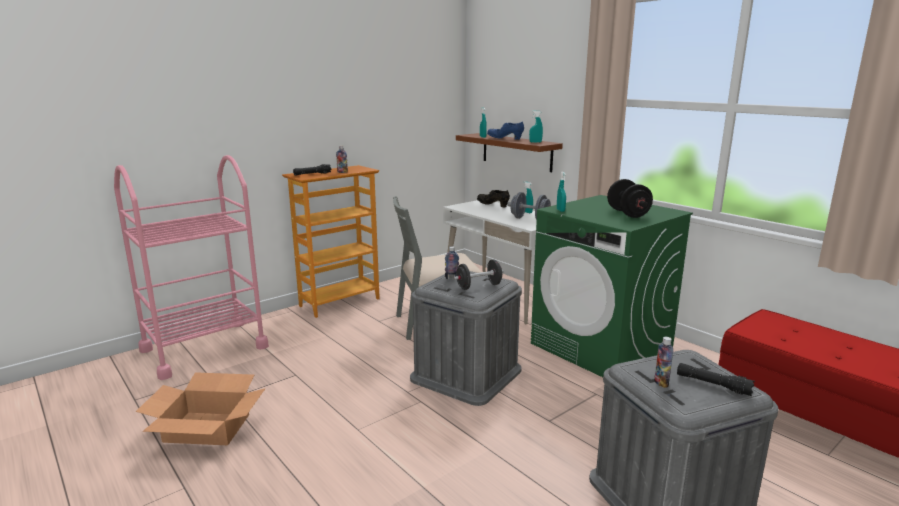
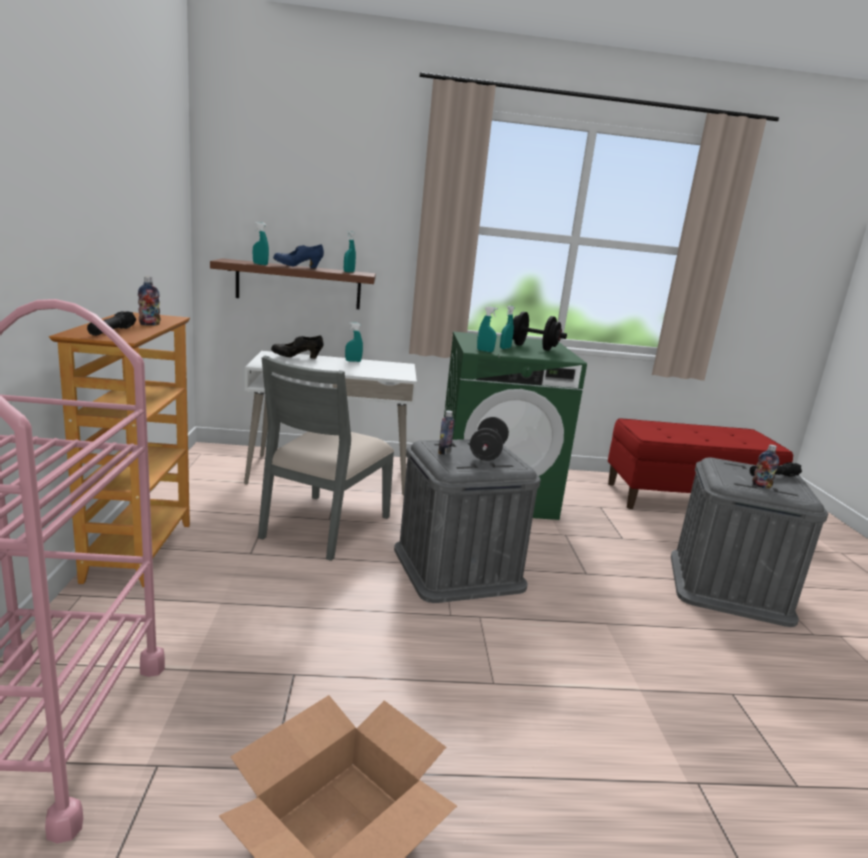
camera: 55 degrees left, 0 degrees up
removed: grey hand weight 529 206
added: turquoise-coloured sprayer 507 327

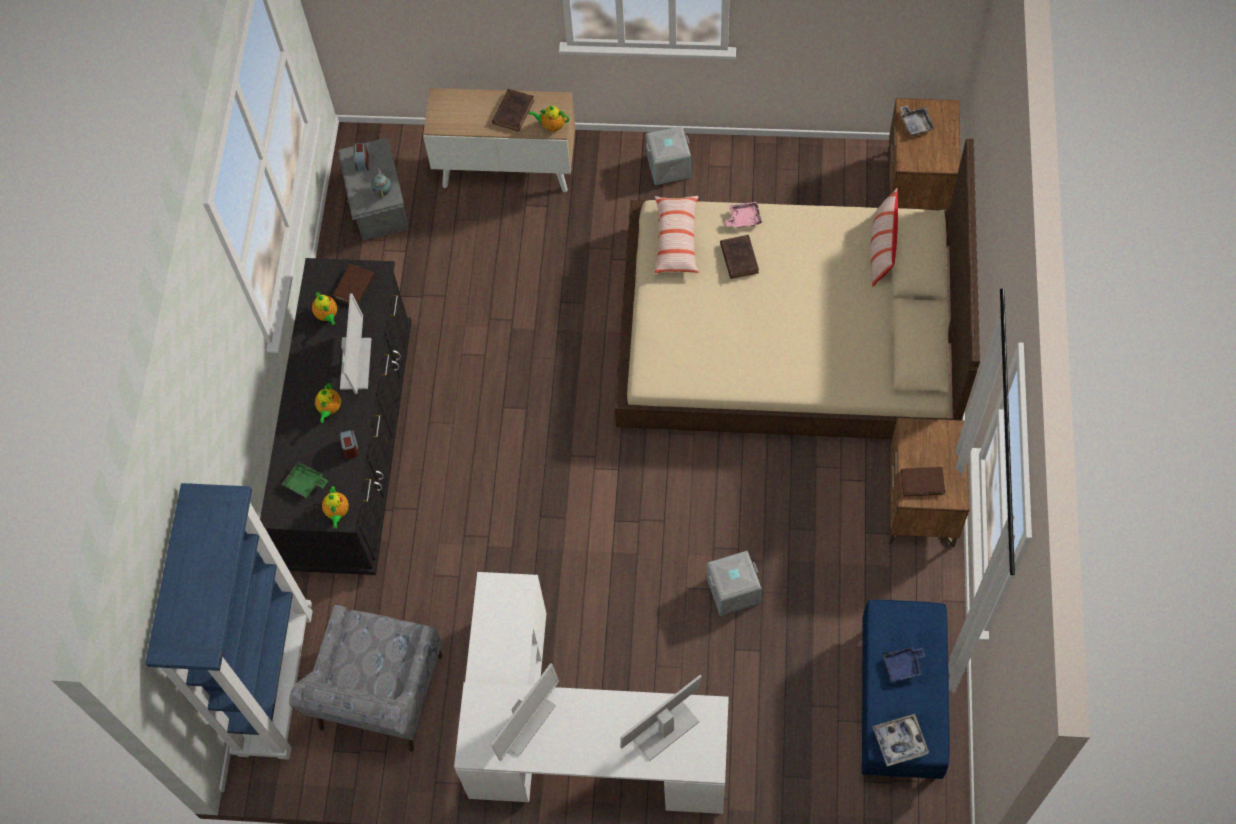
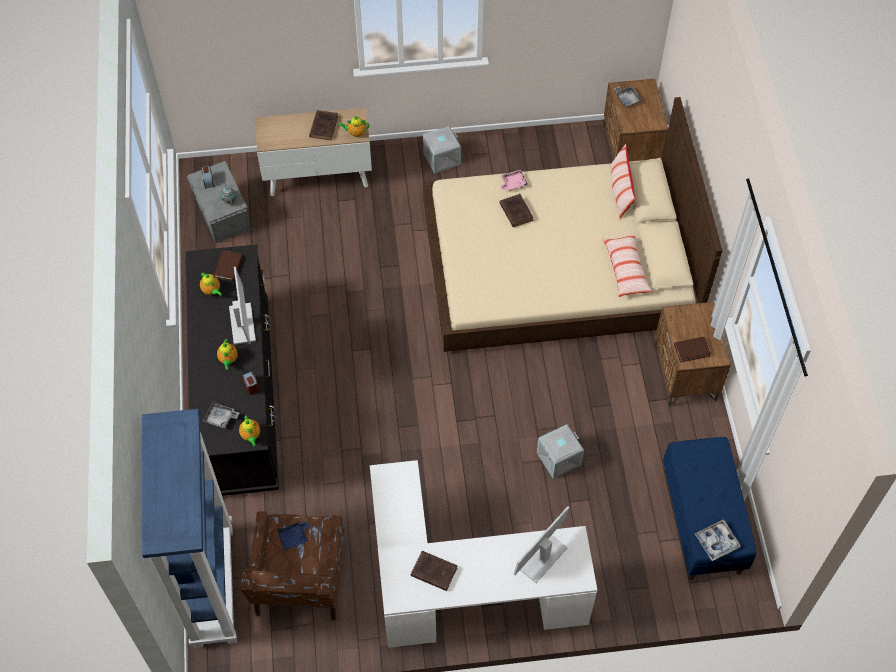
camera: 15 degrees left, 5 degrees down
moved: blue carrying tray 904 664 to 293 536; cushion 676 234 to 627 265
replaced: monitor 525 712 to brown-coloured bound book 434 571
recoloured: green-coloured carrying tray 304 479 to grey carrying tray 221 414; grey lounge chair 365 678 to brown-coloured lounge chair 292 565

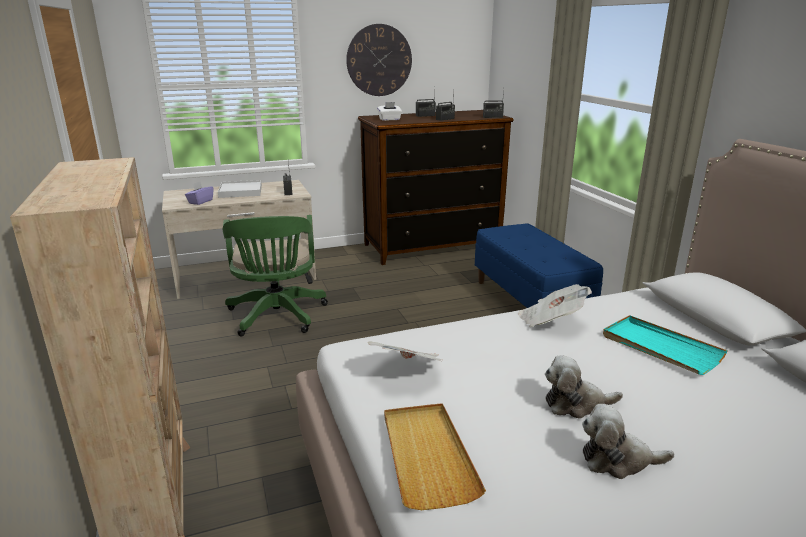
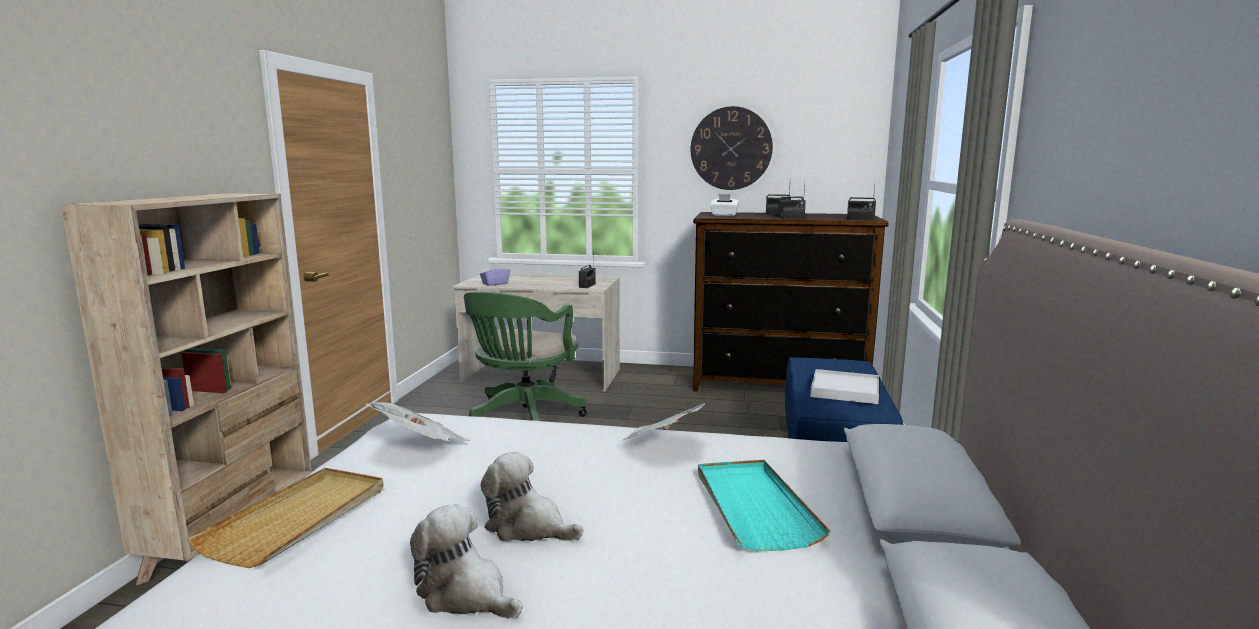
camera: 30 degrees right, 10 degrees down
moved: white-coloured carrying tray 240 189 to 844 386

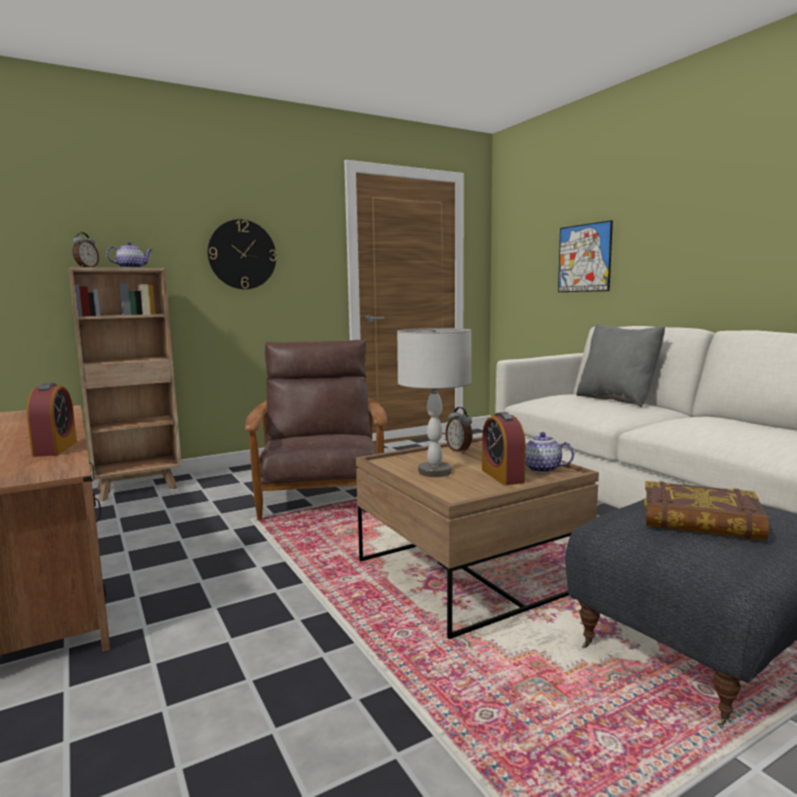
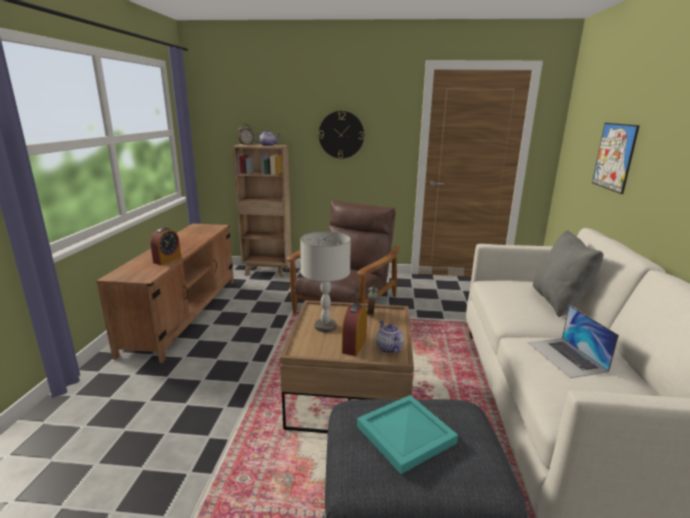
camera: 35 degrees right, 10 degrees up
added: portable computer 573 341
replaced: bound book 706 511 to turquoise-coloured carrying tray 407 434

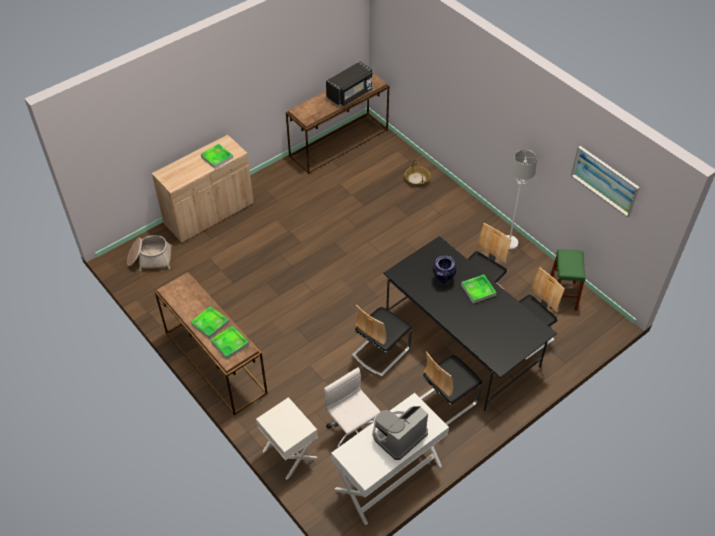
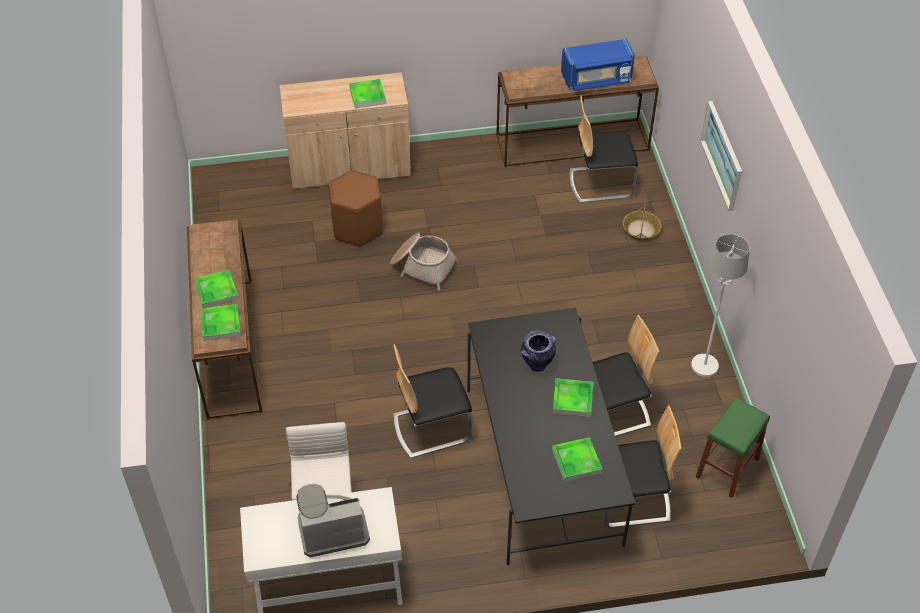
camera: 30 degrees right, 0 degrees up
removed: white-coloured nightstand 287 438
added: brown-coloured sitting stool 355 208; carrying tray 577 459
moved: basket 149 253 to 424 261; chair 451 388 to 603 149; picture 605 181 to 721 156
recoloured: blackish microwave oven 349 83 to blue microwave oven 598 65

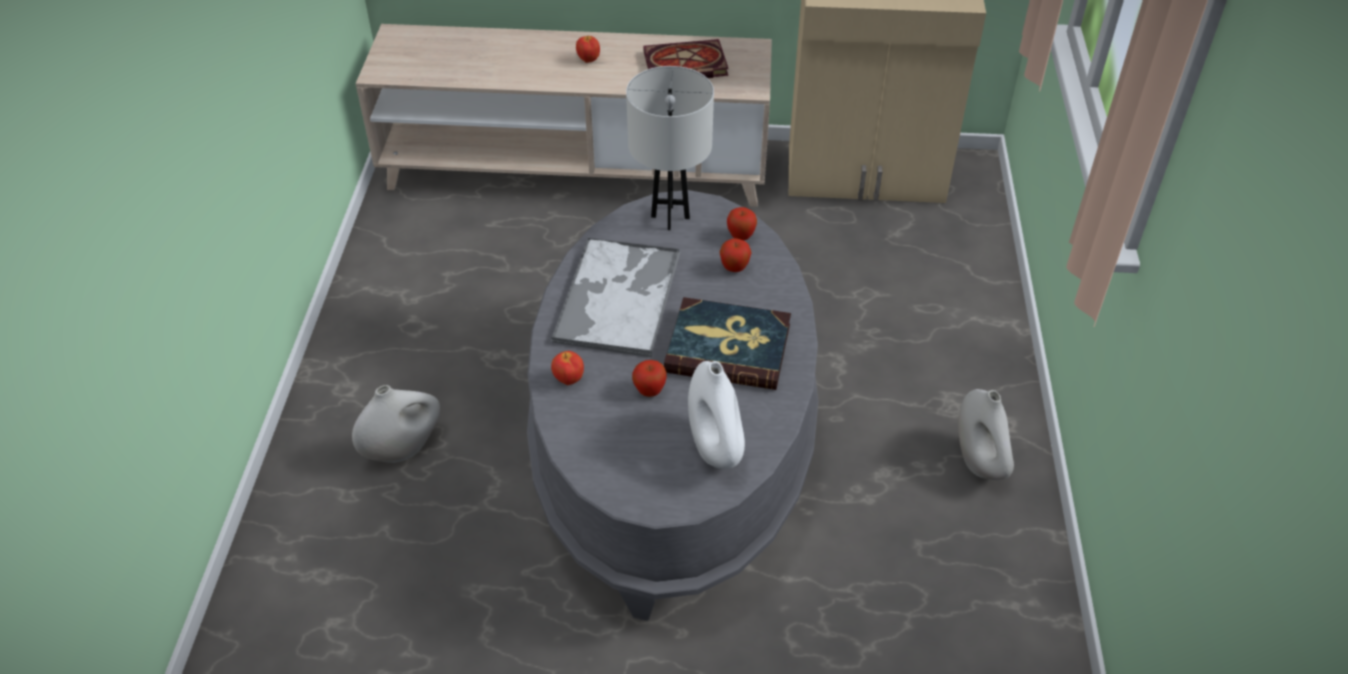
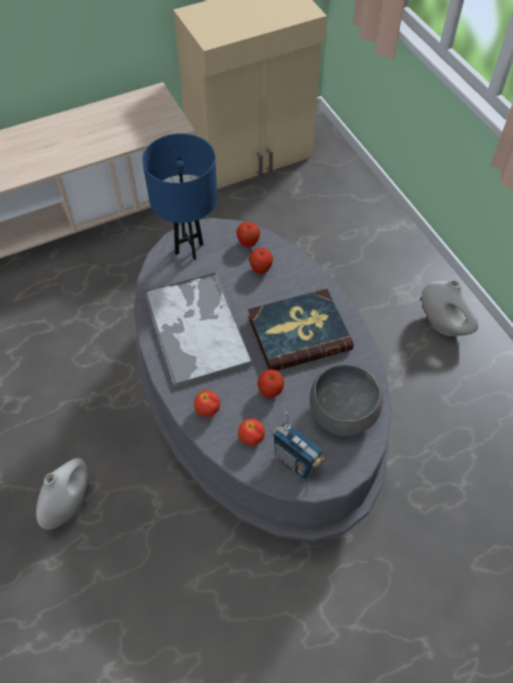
camera: 30 degrees left, 10 degrees up
removed: bound book 685 58
added: radio receiver 298 445
moved: whole apple 588 49 to 251 432
replaced: white-coloured vase 716 415 to grey deep dish 346 400
recoloured: white-coloured tabletop lamp 670 148 to blue tabletop lamp 179 196

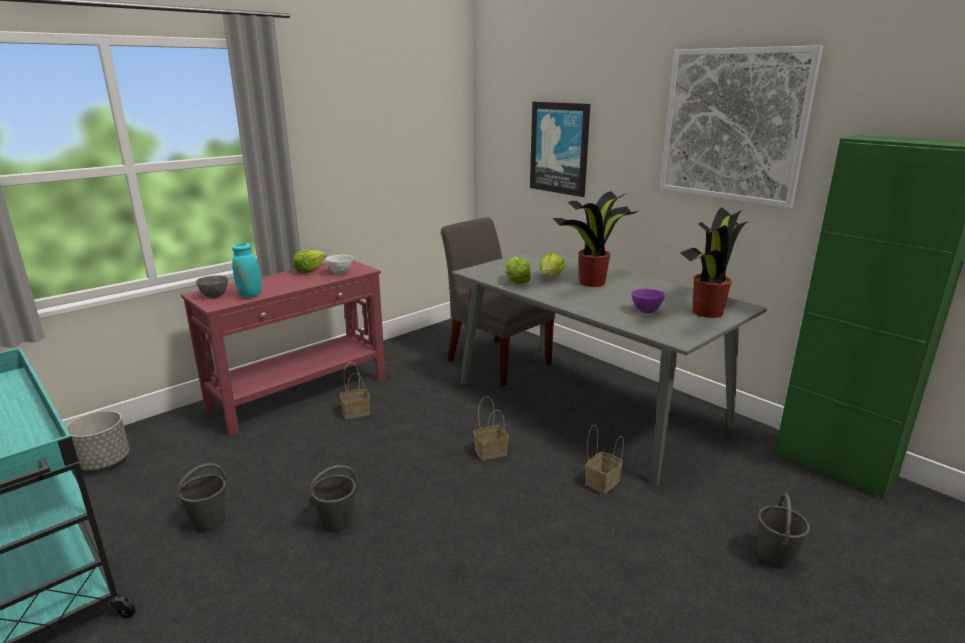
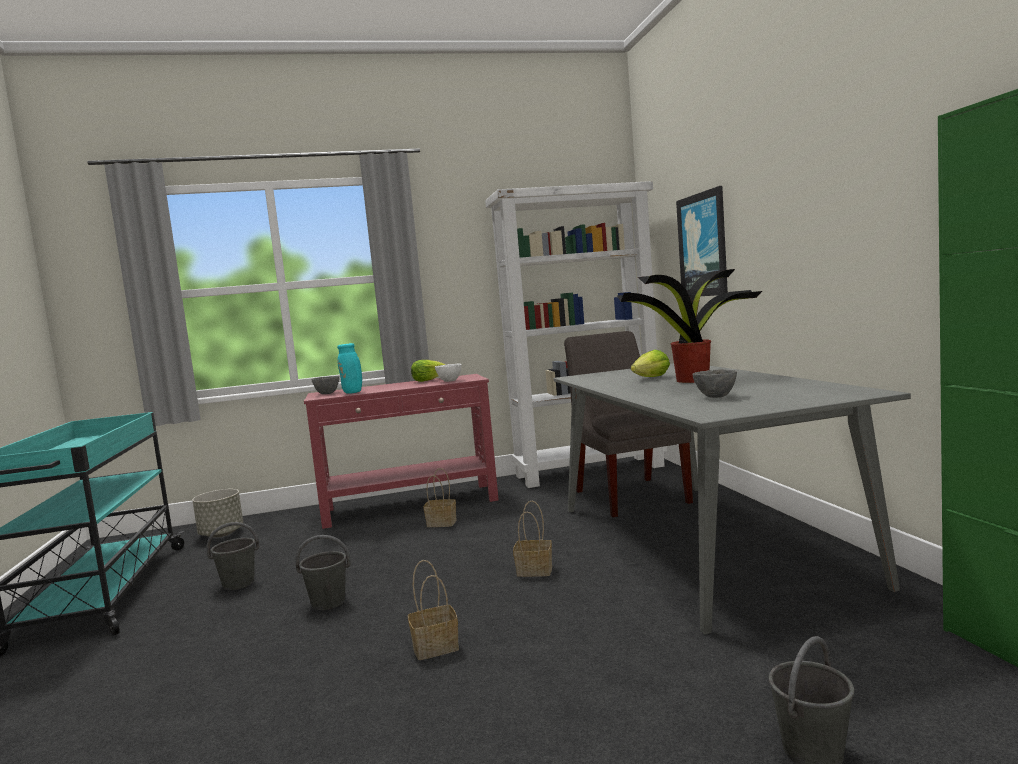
camera: 30 degrees right, 15 degrees down
removed: head of lettuce 518 270; picture 741 126; plant in a pot 714 262
added: white-coloured bookshelf 576 334
moved: basket 604 459 to 433 610
recoloured: purple deep dish 648 300 to grey deep dish 714 383

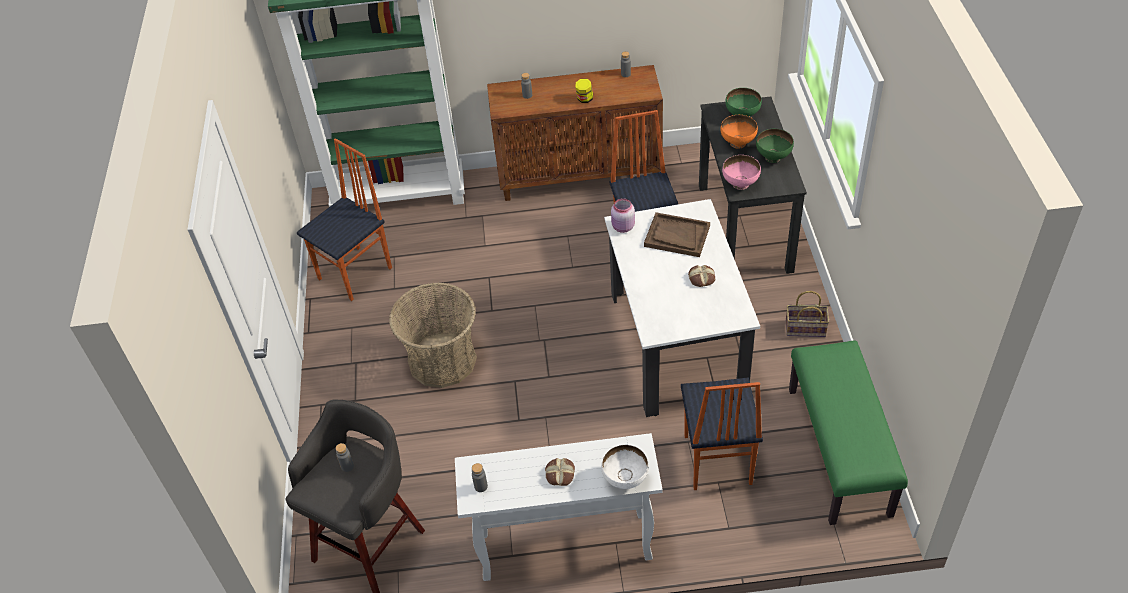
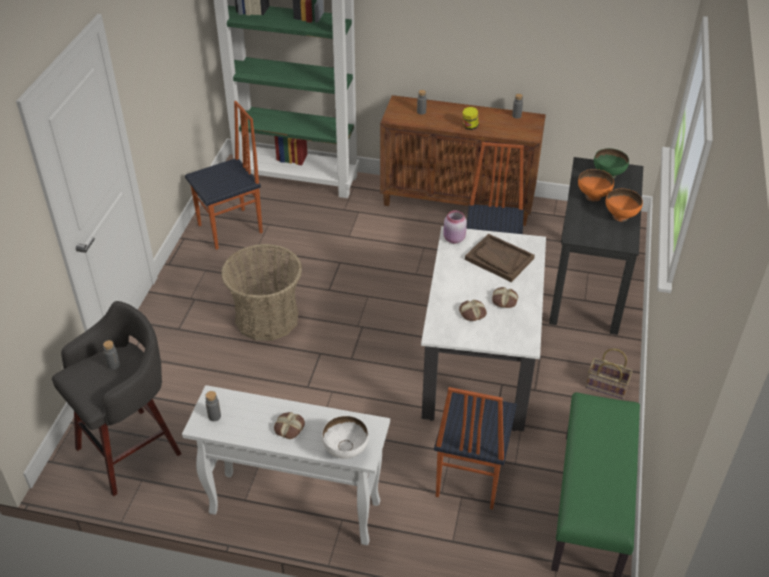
camera: 15 degrees right, 5 degrees down
removed: pink-coloured deep dish 741 172
added: bakery bread 473 310
recoloured: green-coloured deep dish 775 146 to orangey deep dish 624 205

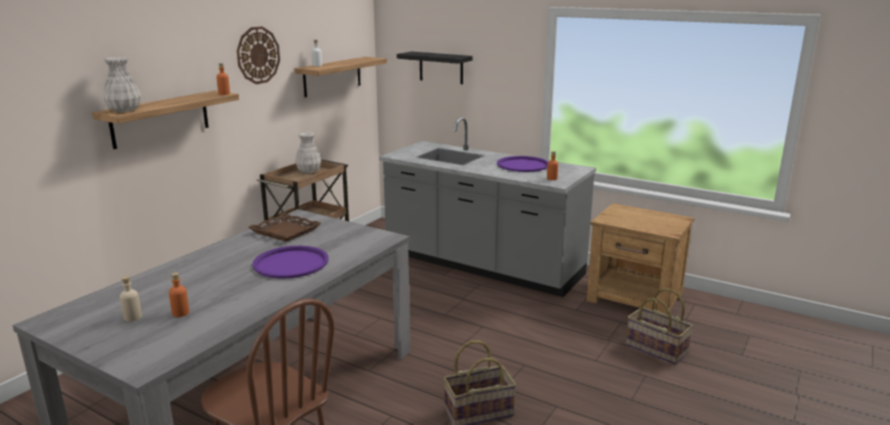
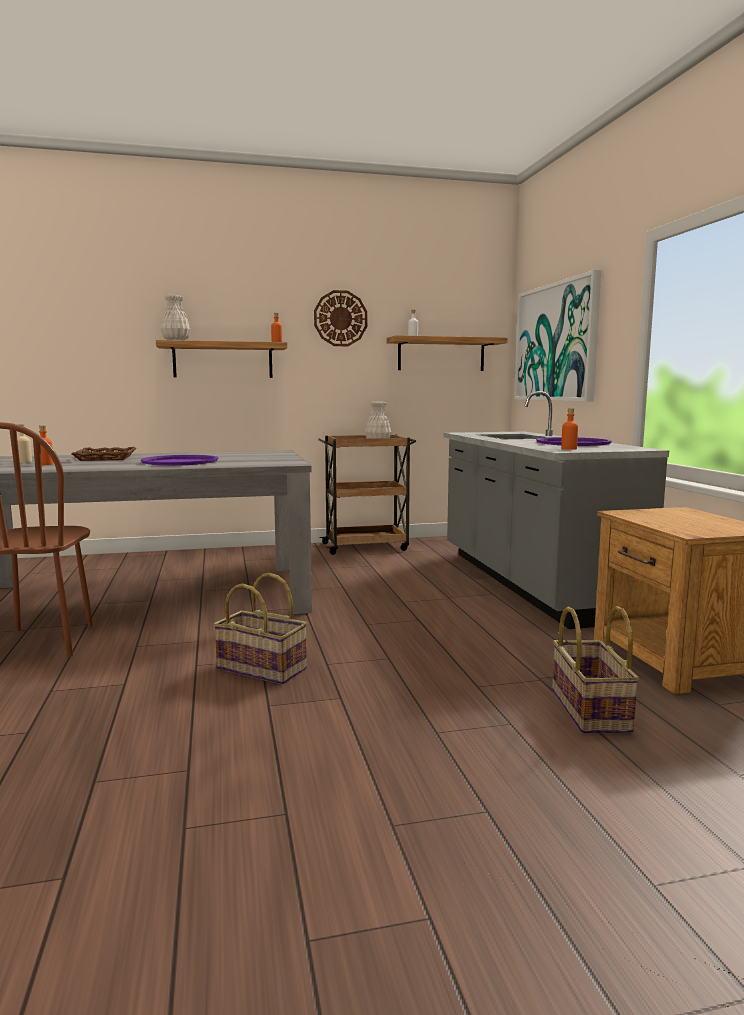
camera: 45 degrees right, 10 degrees down
moved: brown-coloured carrying tray 284 227 to 103 454
replaced: blackish bracket shelf 434 68 to picture 557 335

